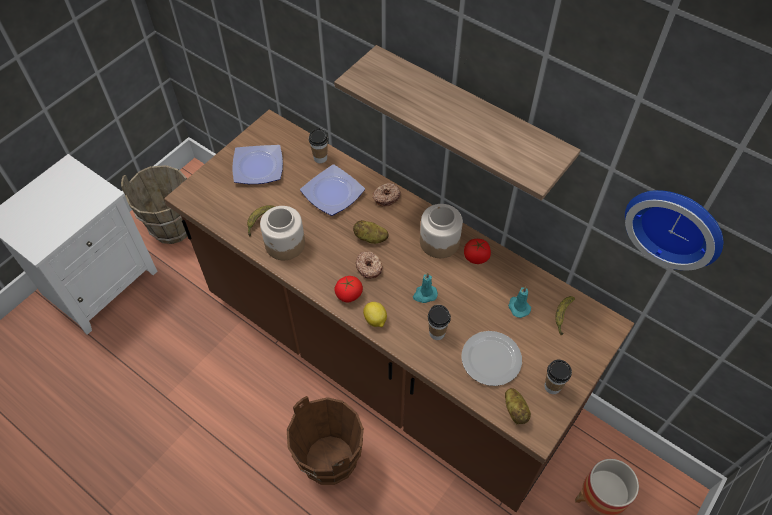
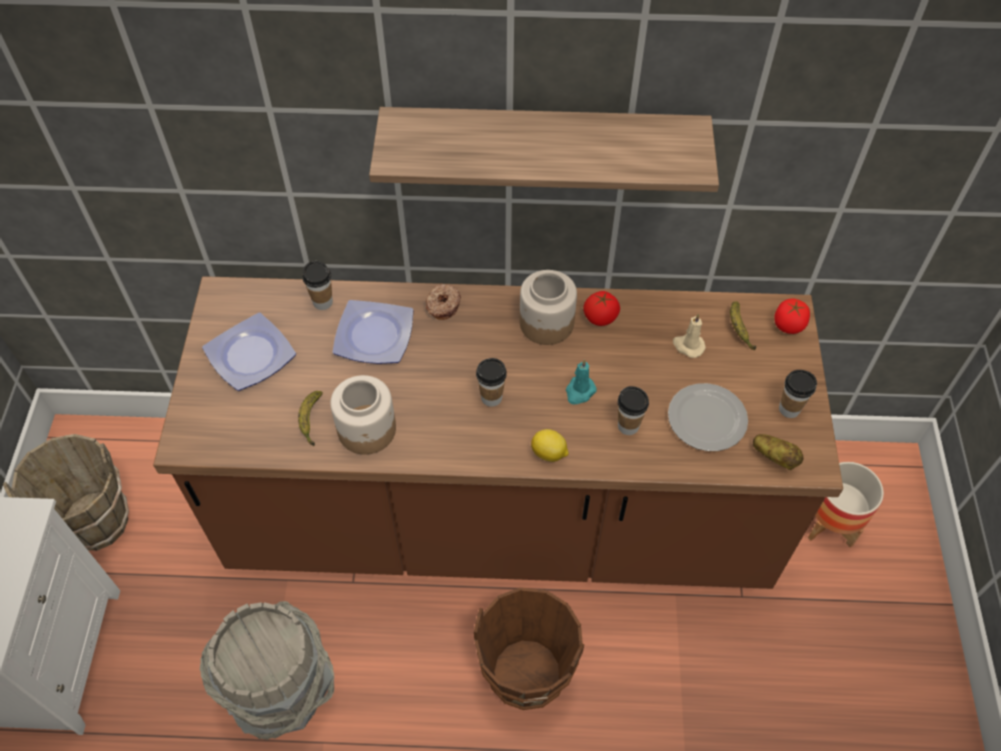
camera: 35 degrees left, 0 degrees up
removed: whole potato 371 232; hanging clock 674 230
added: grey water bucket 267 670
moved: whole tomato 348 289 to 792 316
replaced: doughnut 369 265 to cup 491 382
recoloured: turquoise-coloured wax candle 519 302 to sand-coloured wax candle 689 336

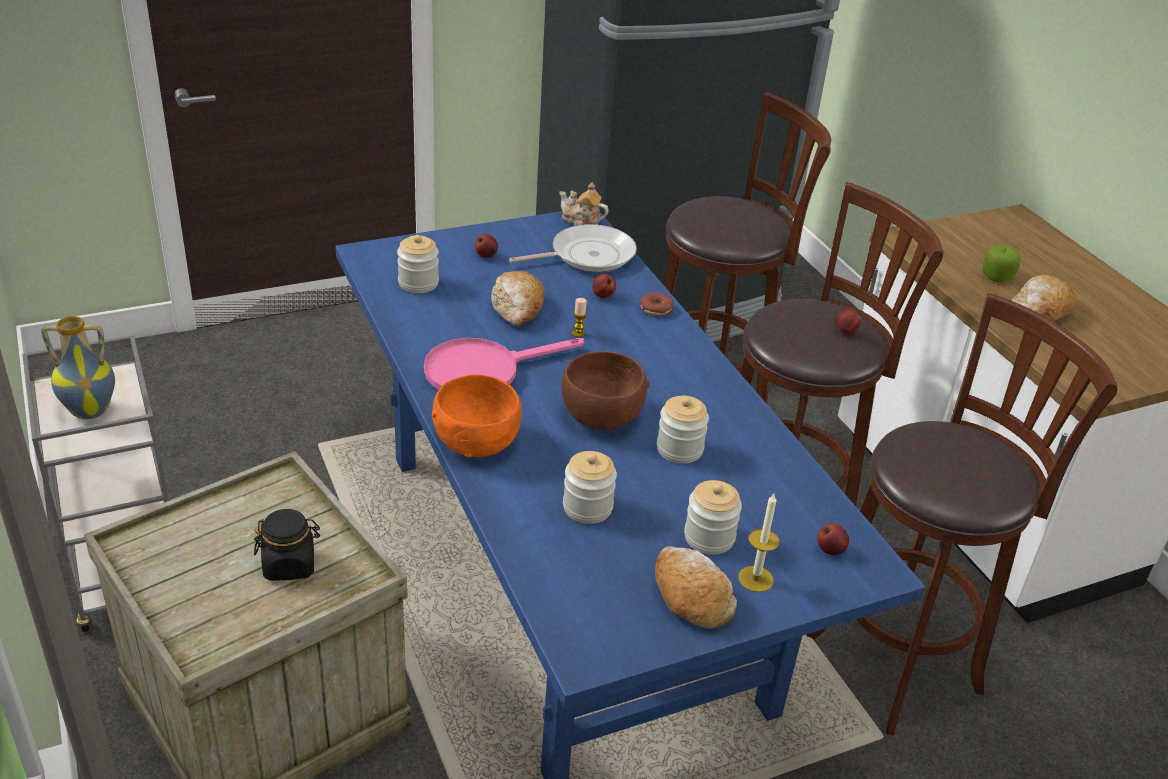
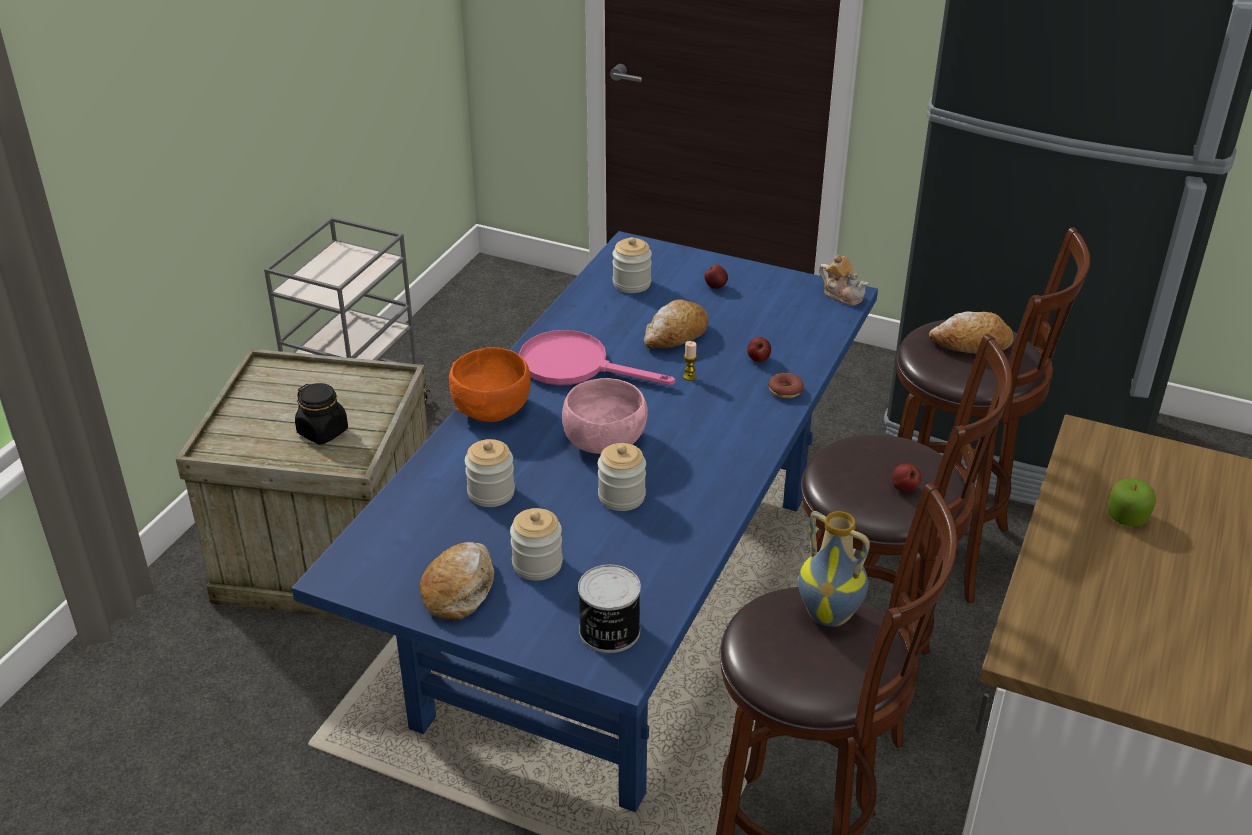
camera: 50 degrees right, 0 degrees up
removed: frying pan 573 248; wax candle 759 543
moved: vase 78 367 to 834 569; bakery bread 1044 298 to 971 332
replaced: whole apple 833 539 to metal can 609 609
recoloured: brown-coloured deep dish 605 390 to pink-coloured deep dish 605 416
turned: pot for tea 583 204 = 843 280 150 degrees clockwise

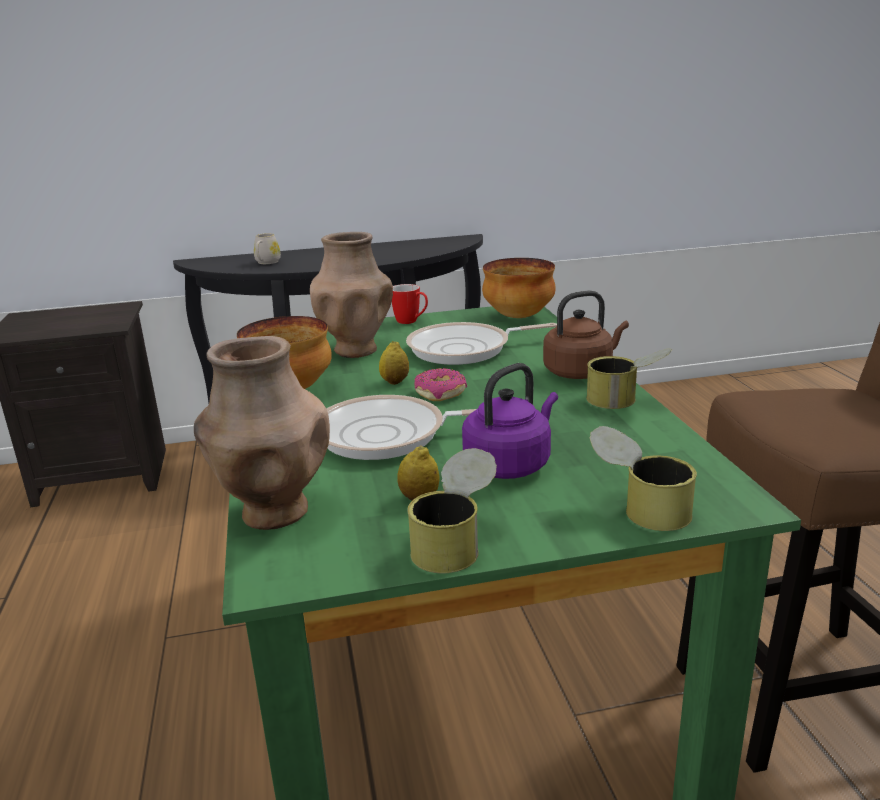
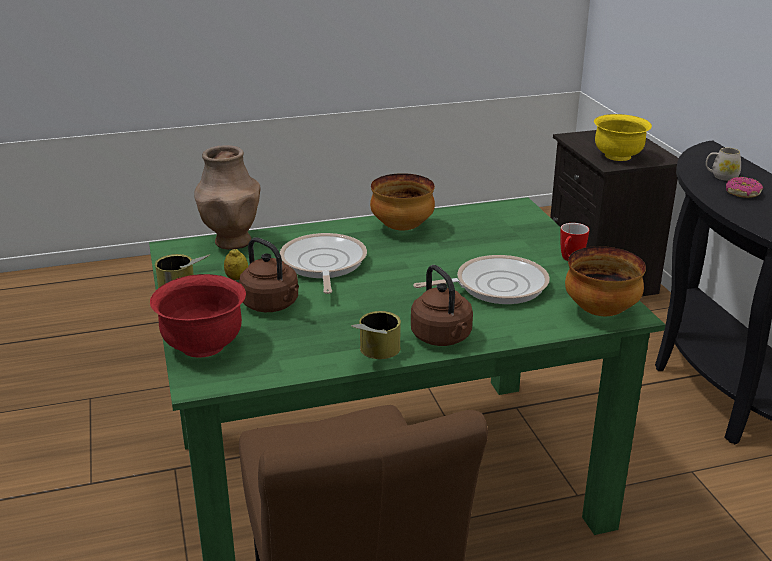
camera: 85 degrees right, 5 degrees up
removed: brown-coloured vase 351 295; lemon 394 363
added: yellow-coloured deep dish 623 137
moved: doughnut 440 384 to 744 187
replaced: metal can 643 478 to red deep dish 198 315
recoloured: purple kettle 510 421 to brown-coloured kettle 269 274
turned: frying pan 481 343 = 481 279 90 degrees clockwise

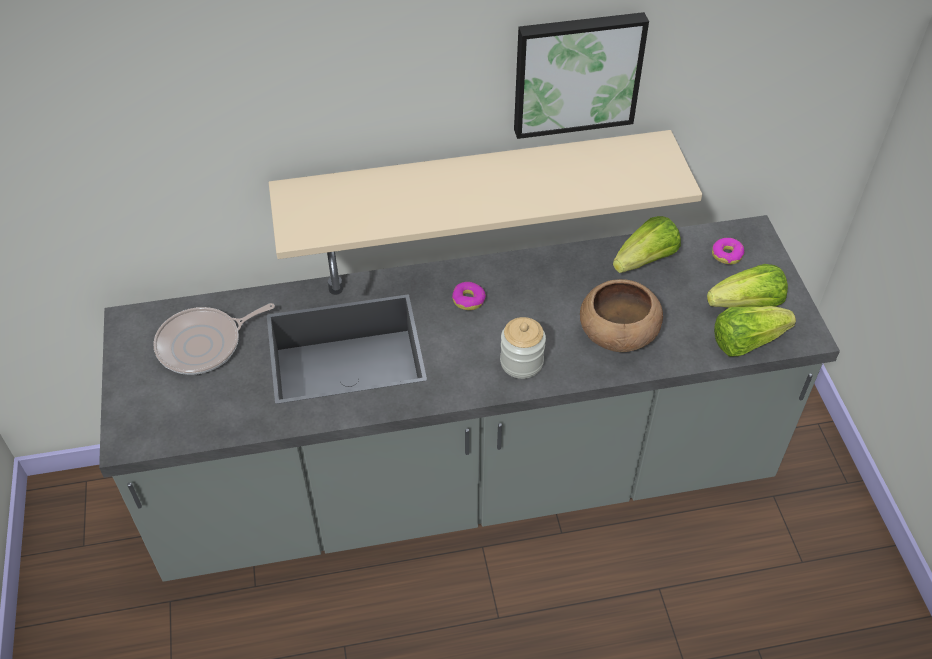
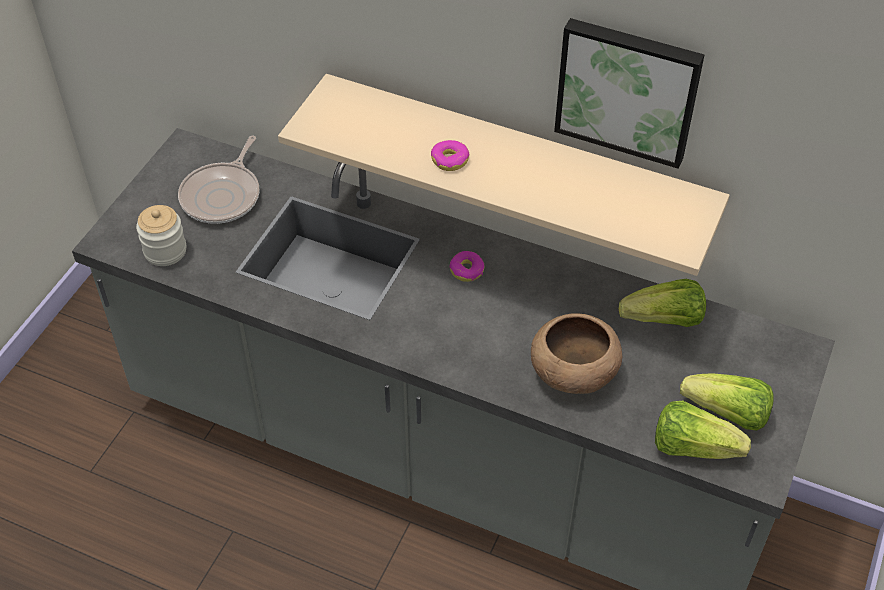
camera: 35 degrees right, 0 degrees up
moved: jar 523 348 to 161 235; doughnut 728 251 to 450 155
turned: frying pan 214 339 = 219 180 75 degrees counterclockwise

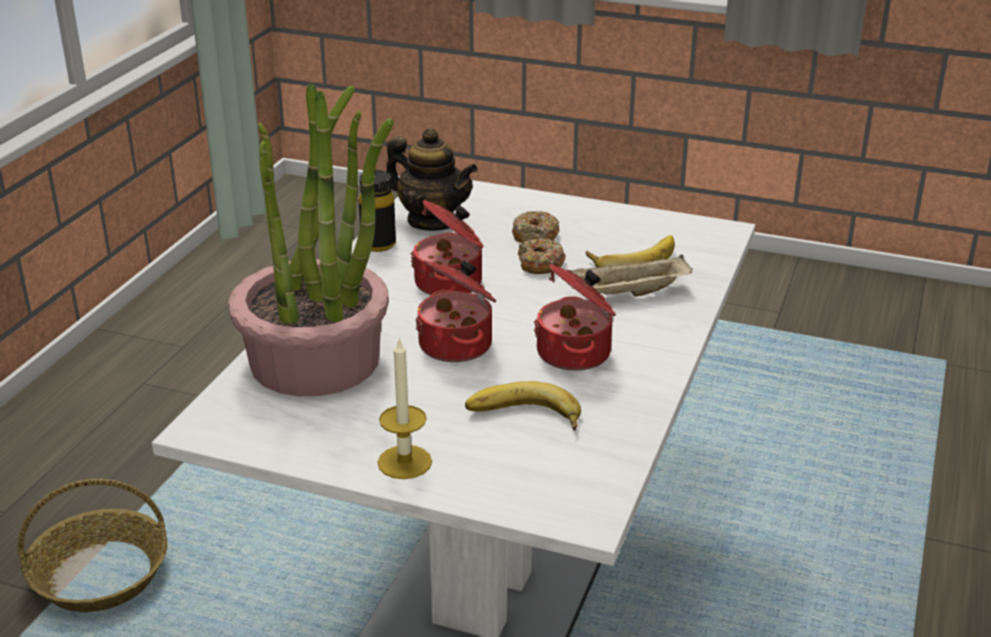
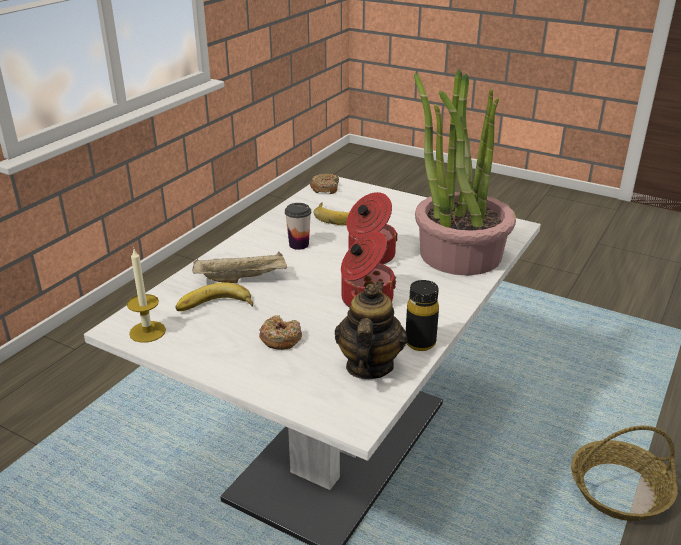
camera: 170 degrees left, 0 degrees up
moved: wax candle 405 408 to 146 296; doughnut 542 256 to 324 184
replaced: saucepot 575 317 to cup 298 226
turned: pot for tea 432 179 = 371 330 60 degrees clockwise

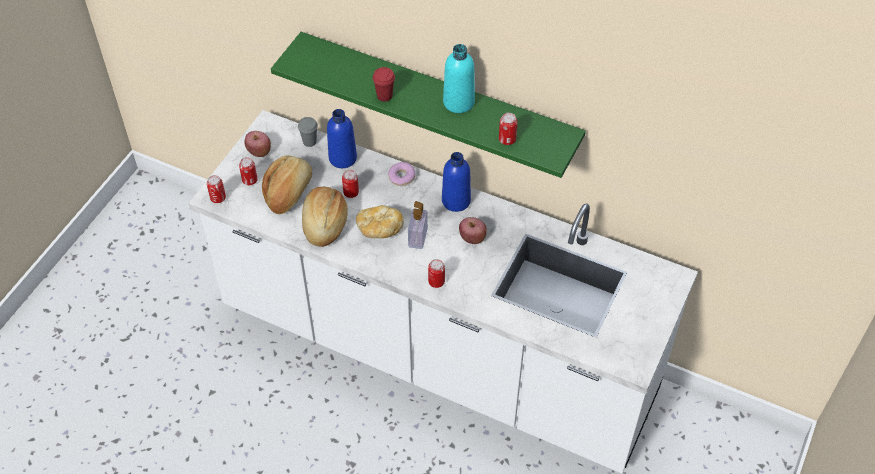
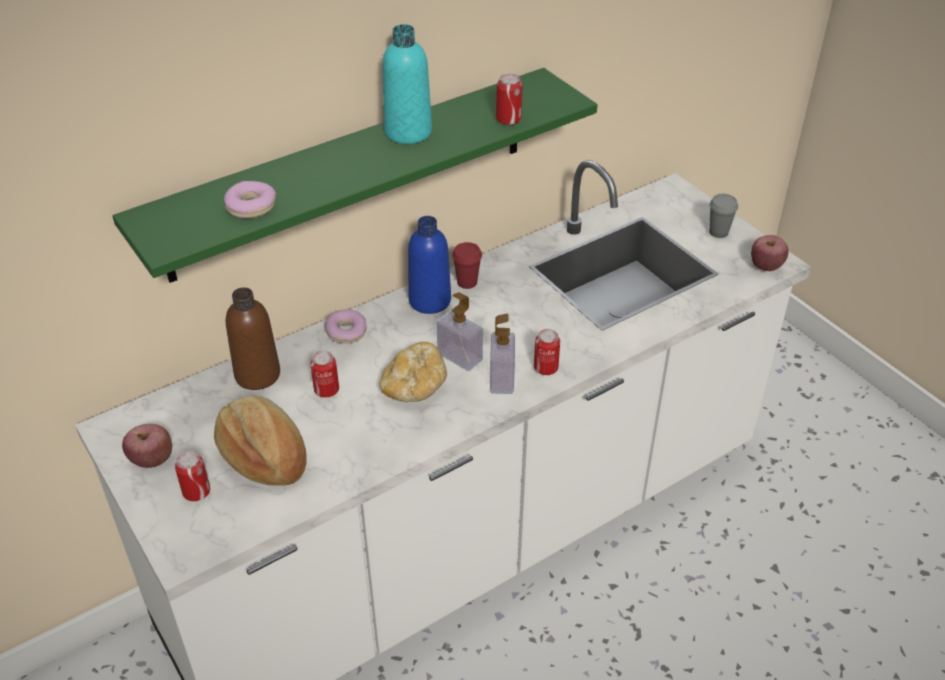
camera: 60 degrees left, 10 degrees down
removed: metal can 216 189; bakery bread 325 217
added: doughnut 250 199; soap bottle 502 354
moved: red cup 384 84 to 467 265; grey cup 308 132 to 723 216; whole apple 473 230 to 770 253
recoloured: blue bottle 342 138 to brown-coloured bottle 253 338

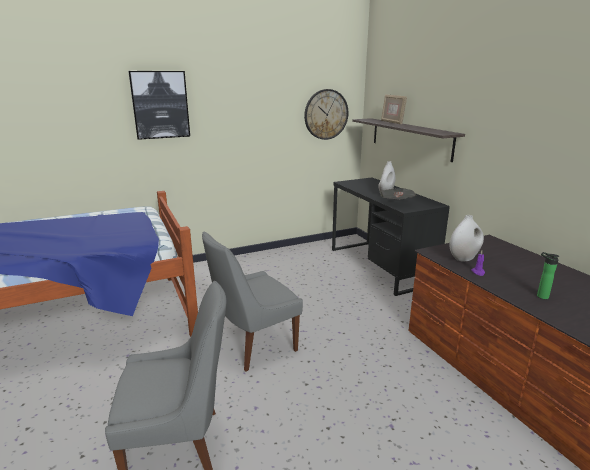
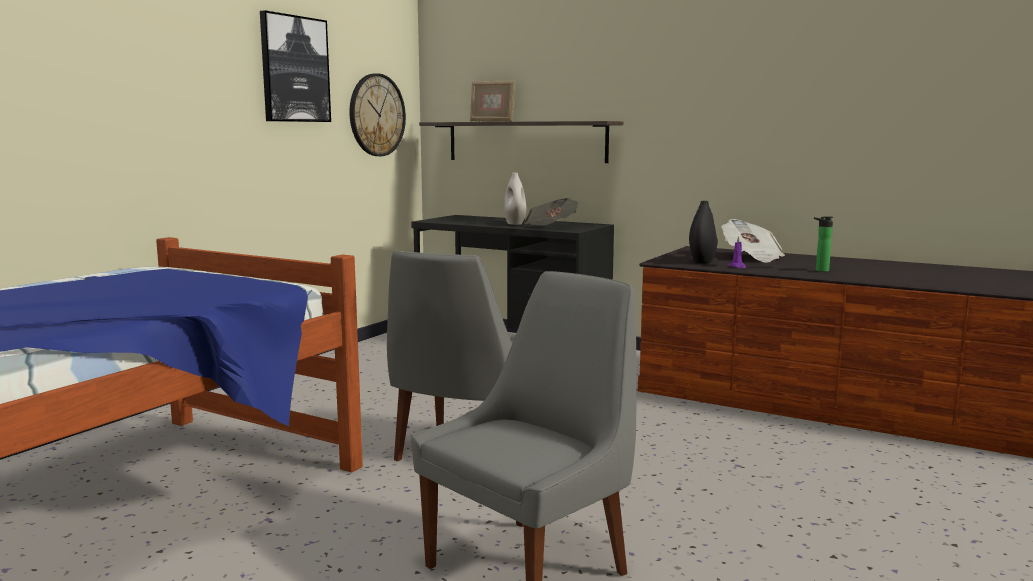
camera: 35 degrees left, 10 degrees down
added: printed paper 753 241
moved: picture 159 105 to 295 66
recoloured: white-coloured vase 467 238 to blackish vase 703 232

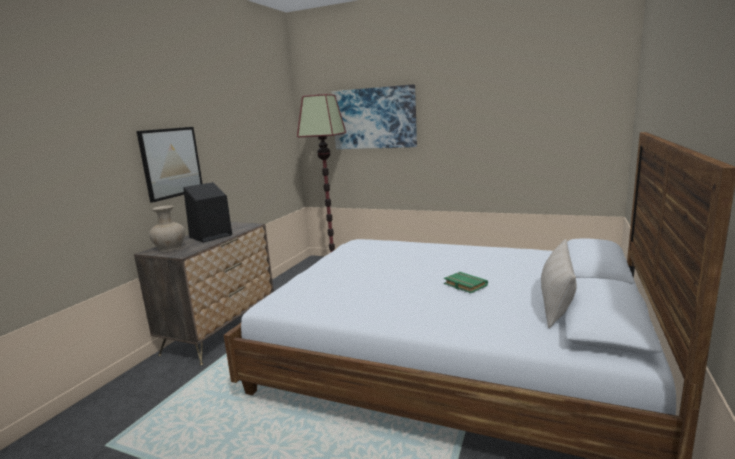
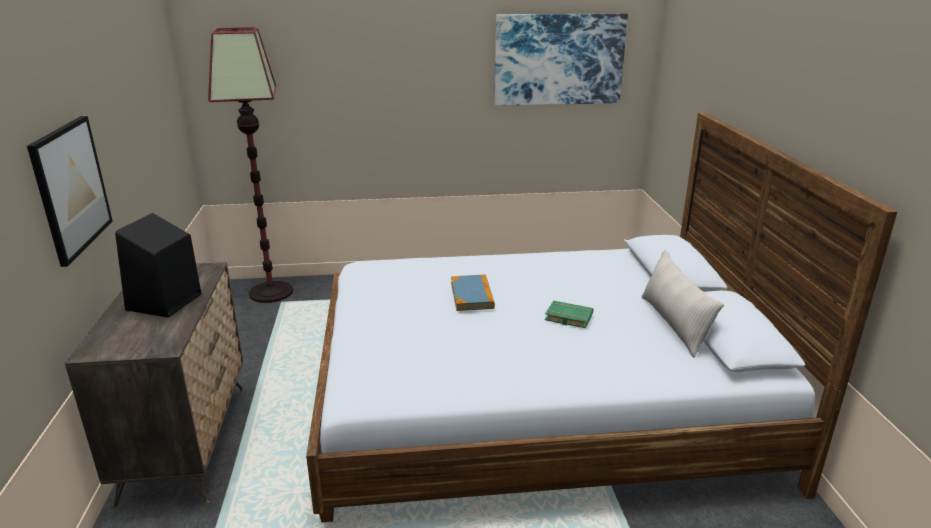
camera: 30 degrees left, 10 degrees up
removed: sand-coloured vase 167 228
added: bound book 473 293
moved: picture 374 116 to 561 59

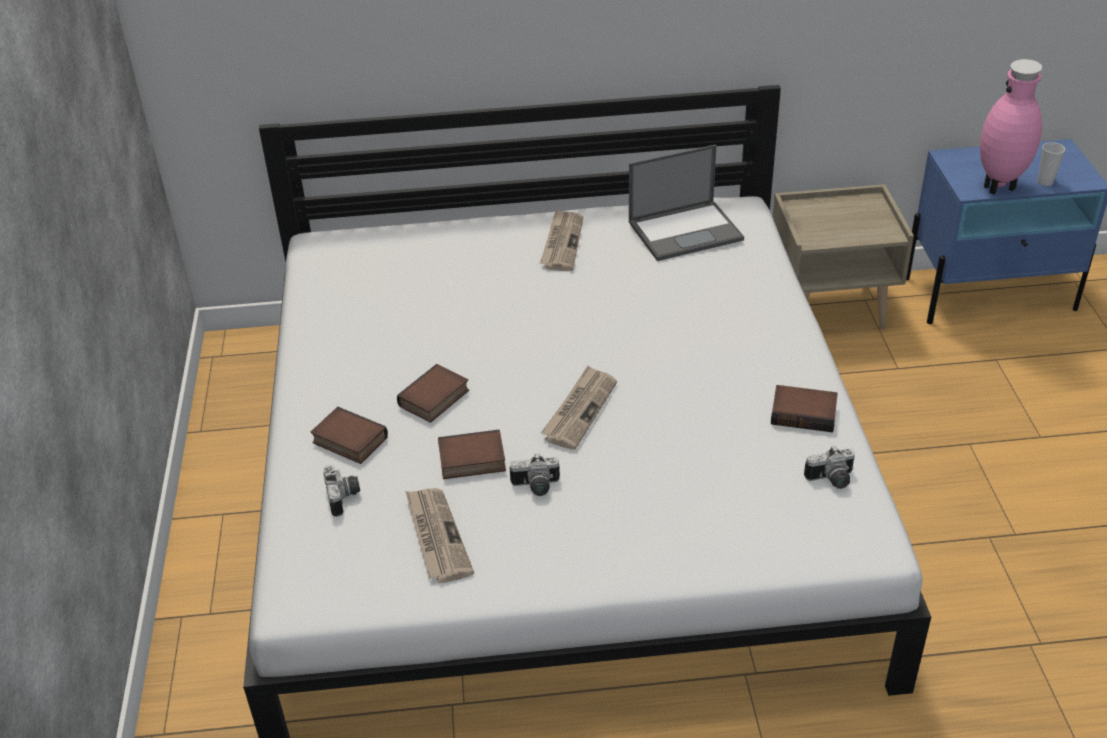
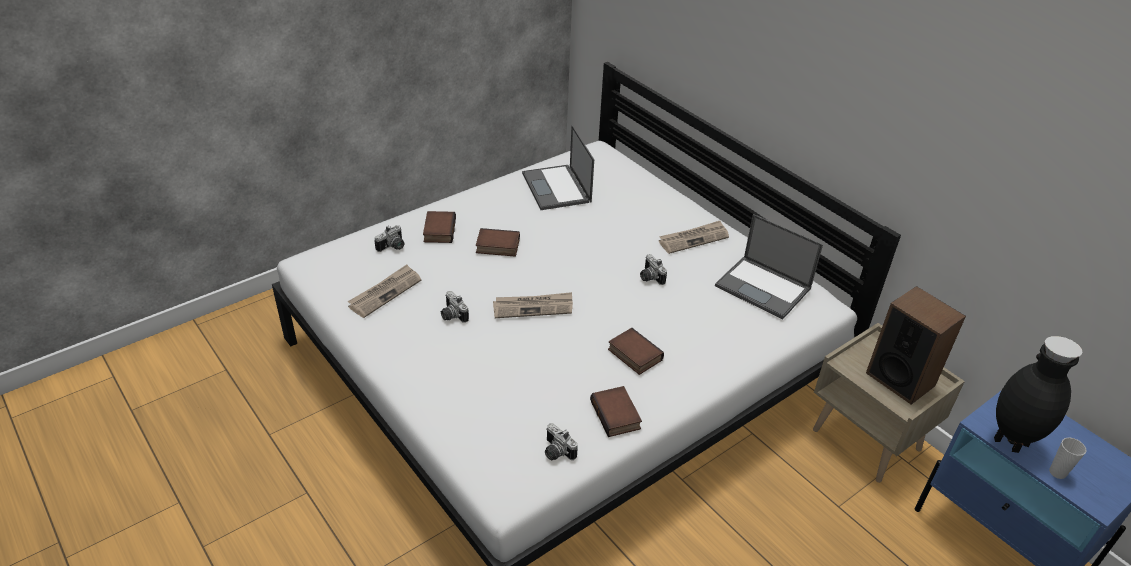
camera: 55 degrees right, 0 degrees up
added: portable computer 558 167; photo camera 653 269; speaker 916 345
moved: bound book 472 454 to 636 351
recoloured: pink-coloured vase 1011 127 to blackish vase 1038 394

